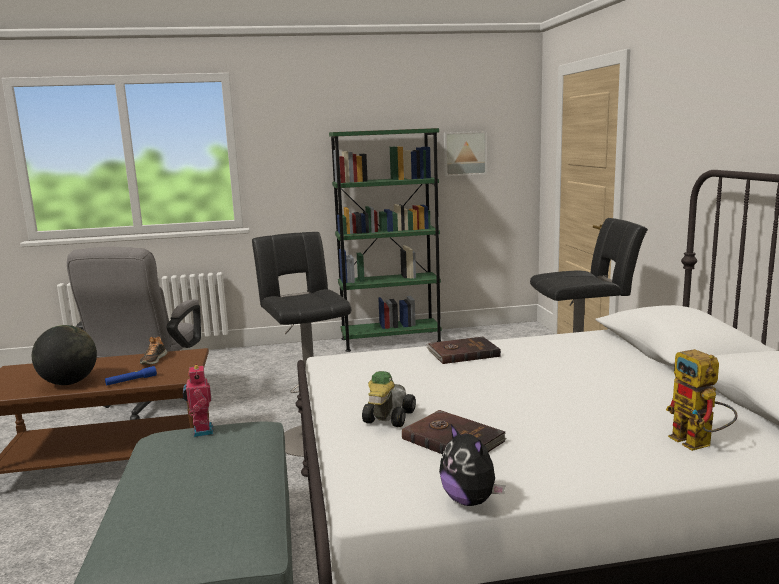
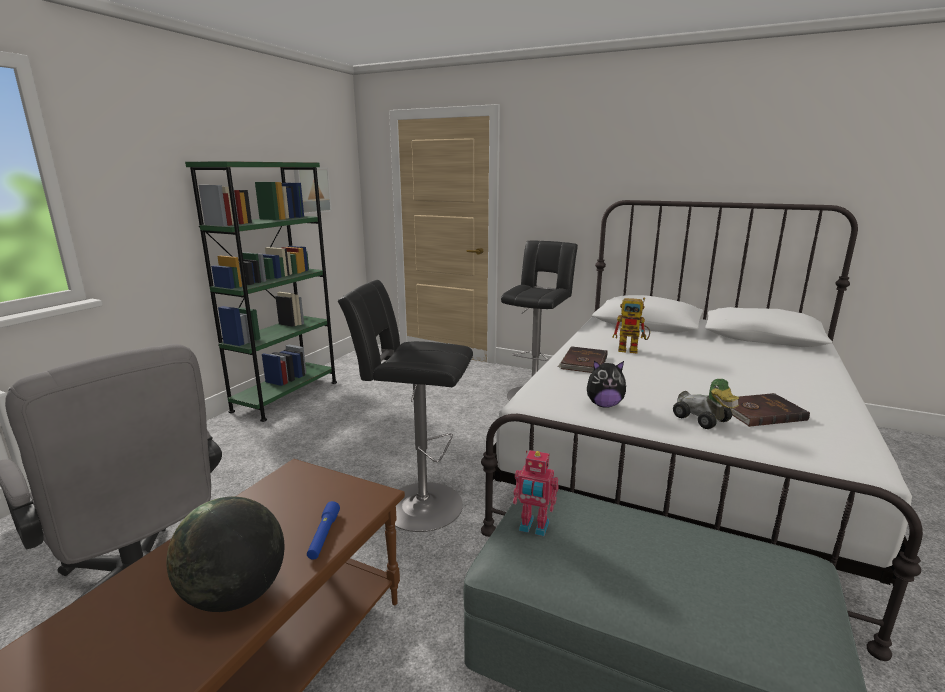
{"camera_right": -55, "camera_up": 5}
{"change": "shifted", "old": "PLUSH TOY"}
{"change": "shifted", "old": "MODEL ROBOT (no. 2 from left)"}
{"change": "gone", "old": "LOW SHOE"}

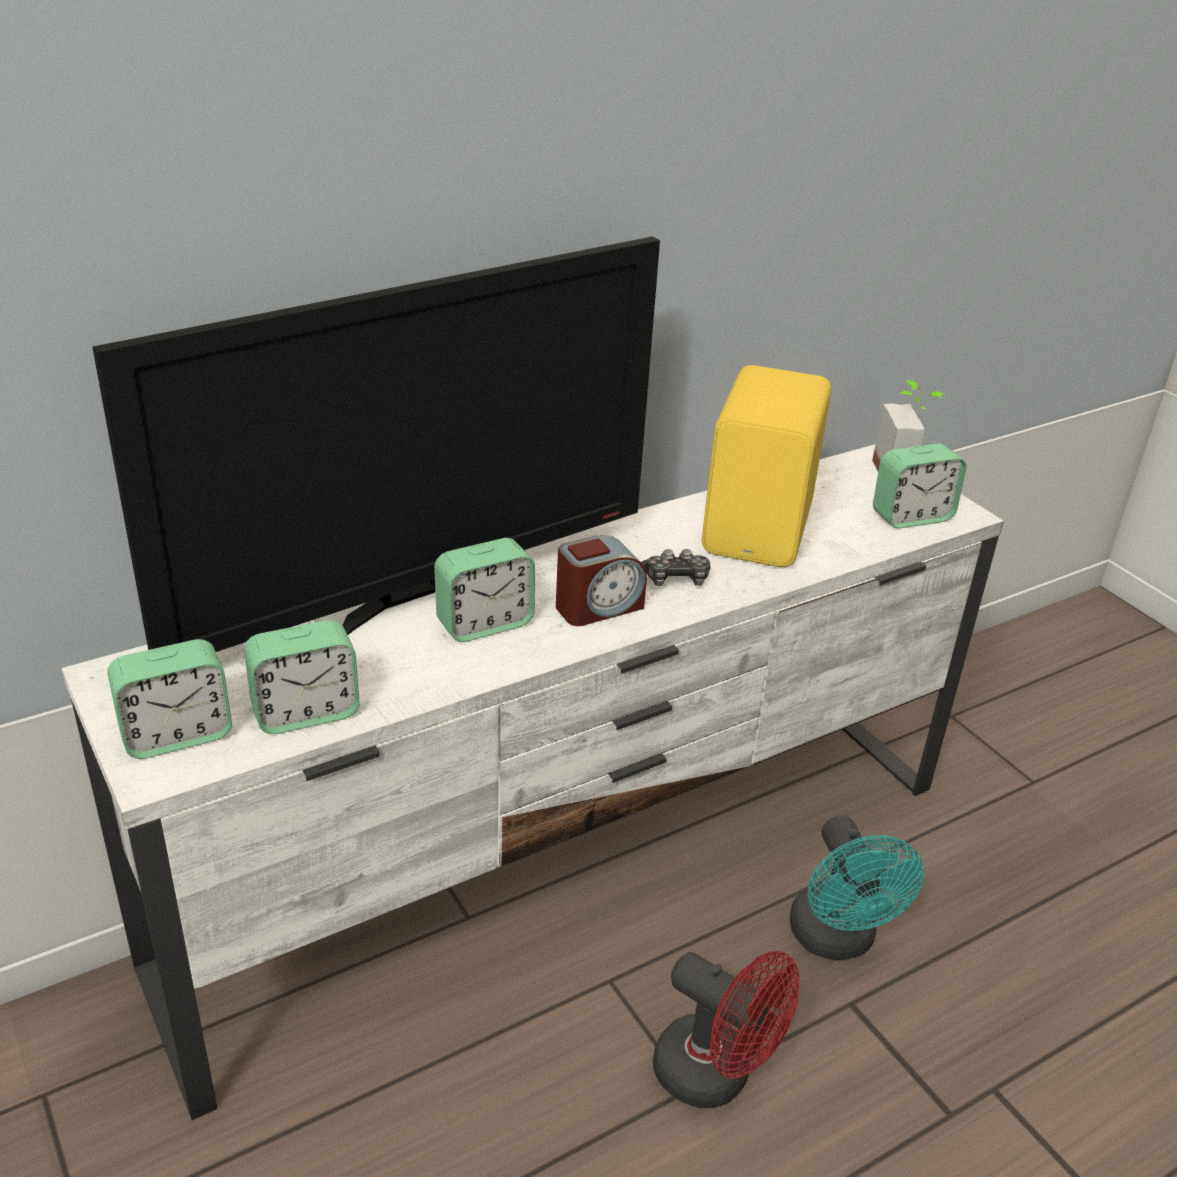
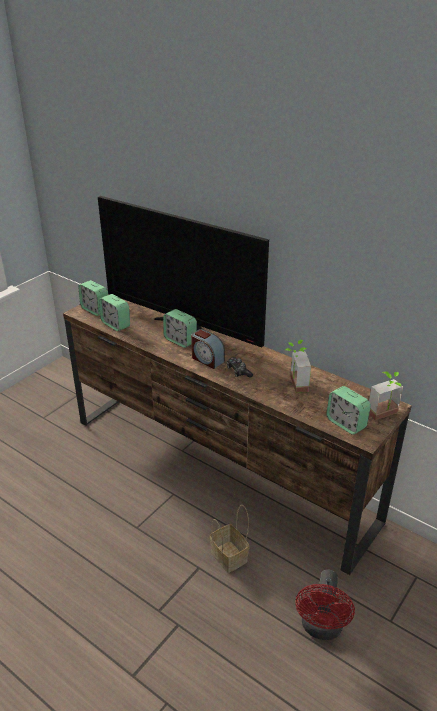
{"camera_right": 70, "camera_up": 0}
{"change": "repainted", "old": "WHITISH TV UNIT", "new": "BROWN TV UNIT"}
{"change": "swapped", "old": "BLUE-GREEN COOLING FAN", "new": "HOUSEHOLD BASKET"}
{"change": "swapped", "old": "YELLOW-COLOURED AUDIO SPEAKER", "new": "POTTED PLANT (no. 1 from left)"}
{"change": "shifted", "old": "RED-COLOURED COOLING FAN"}

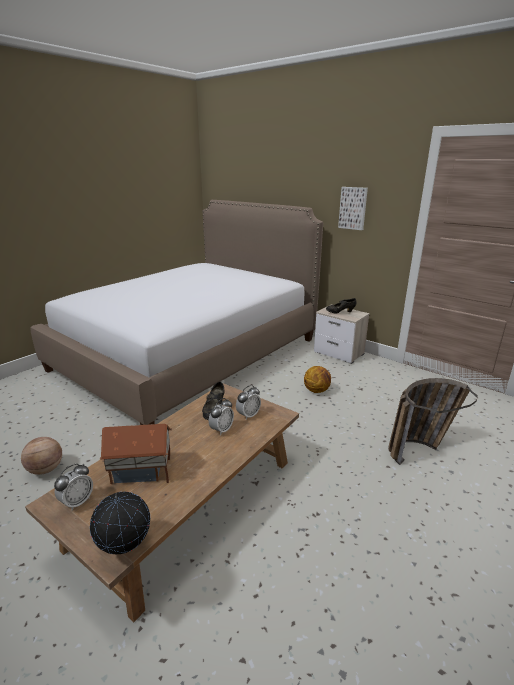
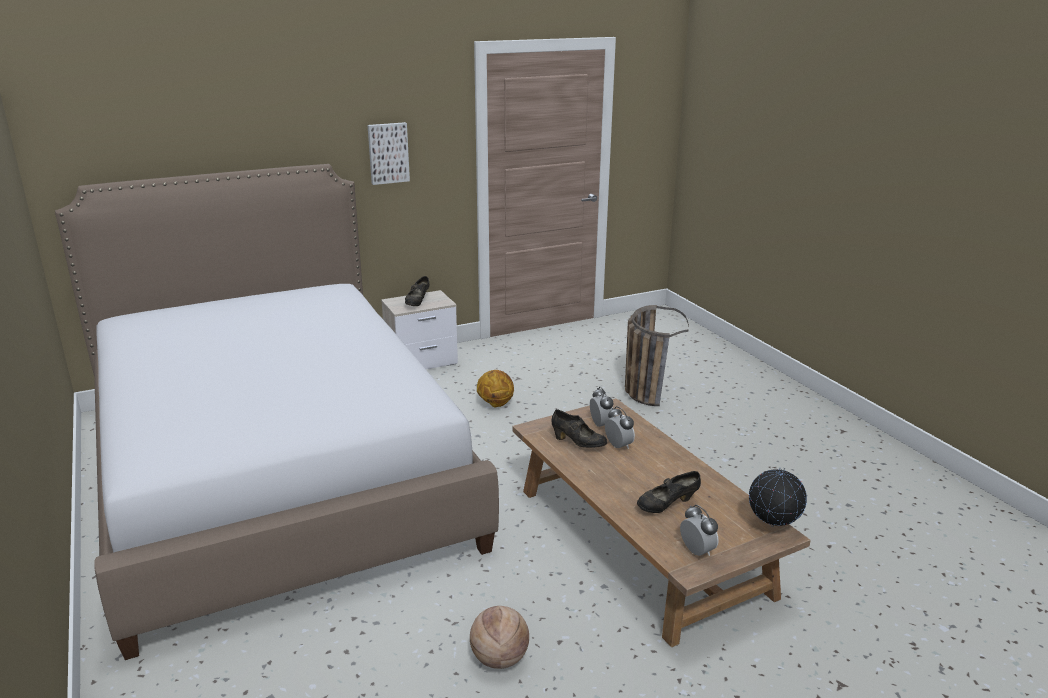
{"camera_right": -65, "camera_up": 0}
{"change": "swapped", "old": "TOY HOUSE", "new": "BLACKISH LOW SHOE (no. 3 from left)"}

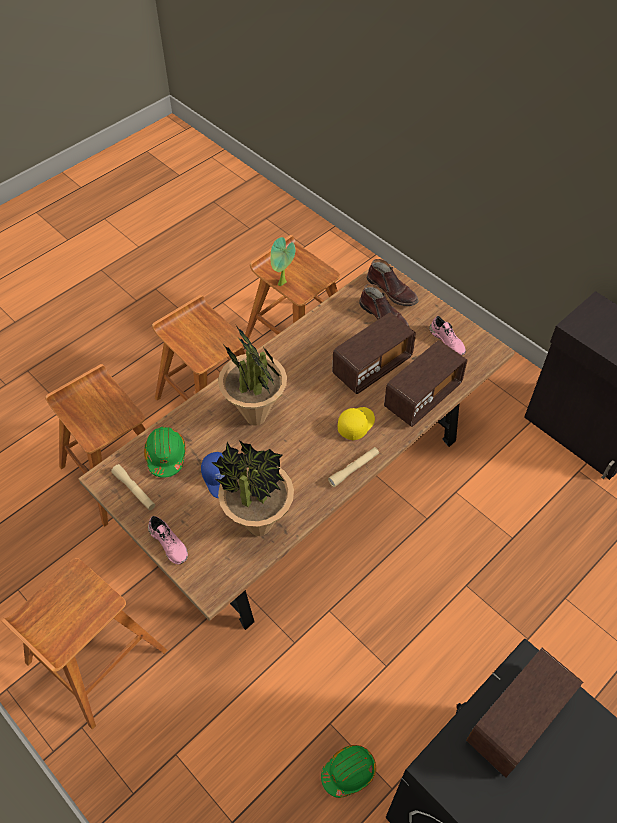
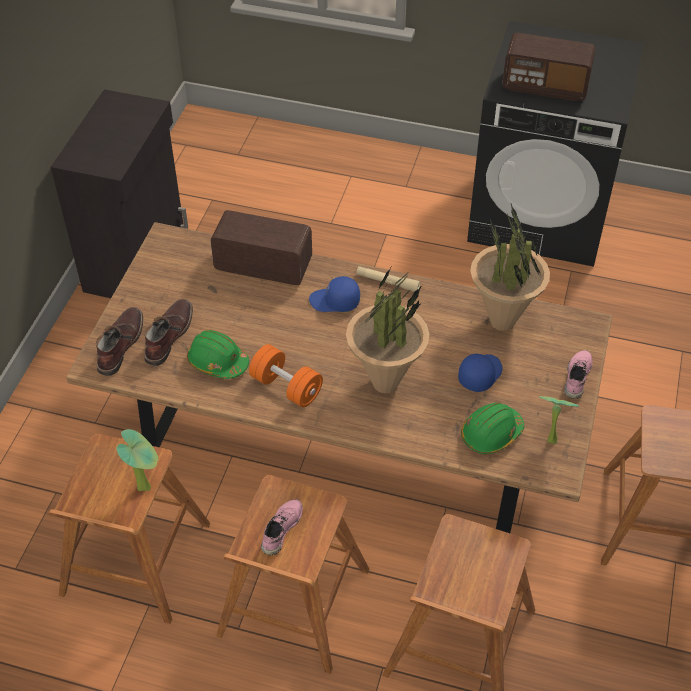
{"camera_right": -120, "camera_up": -5}
{"change": "shifted", "old": "GREENISH HARD HAT (no. 2 from left in the first image)", "new": "GREENISH HARD HAT (no. 1 from left)"}
{"change": "new", "new": "ORANGE FREE WEIGHT"}
{"change": "shifted", "old": "PINKISH LOW SHOE (no. 2 from left in the first image)", "new": "PINKISH LOW SHOE (no. 1 from left)"}
{"change": "repainted", "old": "YELLOW-COLOURED CAP", "new": "BLUISH CAP (no. 1 from left)"}
{"change": "swapped", "old": "BEIGE-COLOURED TORCH (no. 1 from left)", "new": "POTTED PLANT (no. 4 from left)"}
{"change": "gone", "old": "RADIO RECEIVER (no. 1 from left)"}

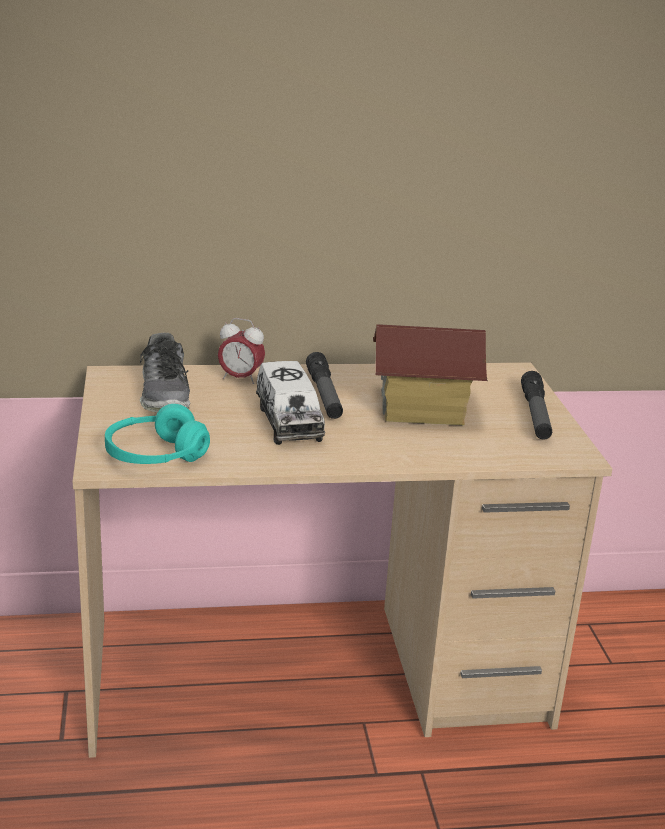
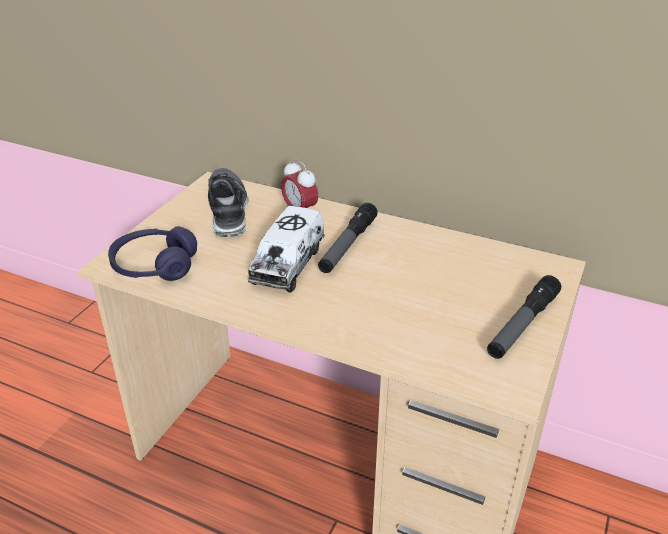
{"camera_right": 35, "camera_up": 10}
{"change": "repainted", "old": "BLUE-GREEN HEADSET", "new": "PURPLISH HEADSET"}
{"change": "rotated", "old": "LOW SHOE", "degrees": 150}
{"change": "gone", "old": "TOY HOUSE"}

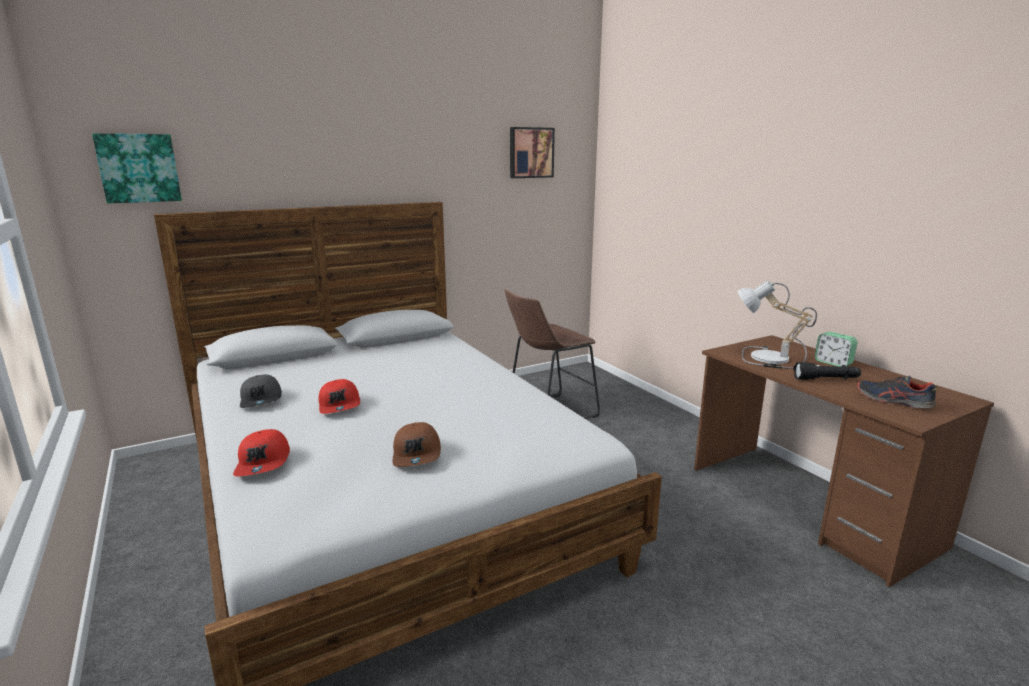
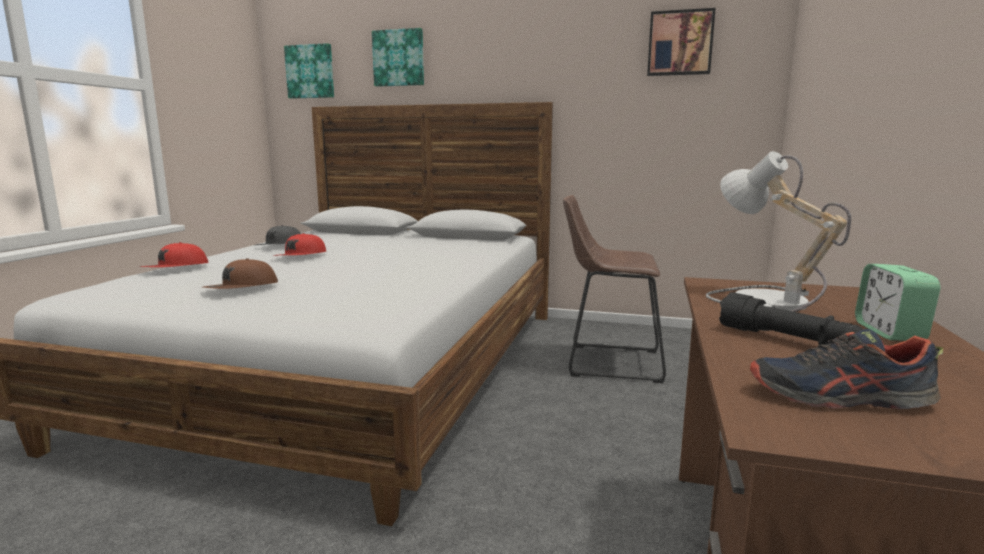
{"camera_right": 45, "camera_up": -5}
{"change": "new", "new": "WALL ART (no. 2 from left)"}
{"change": "rotated", "old": "LOW SHOE", "degrees": -75}

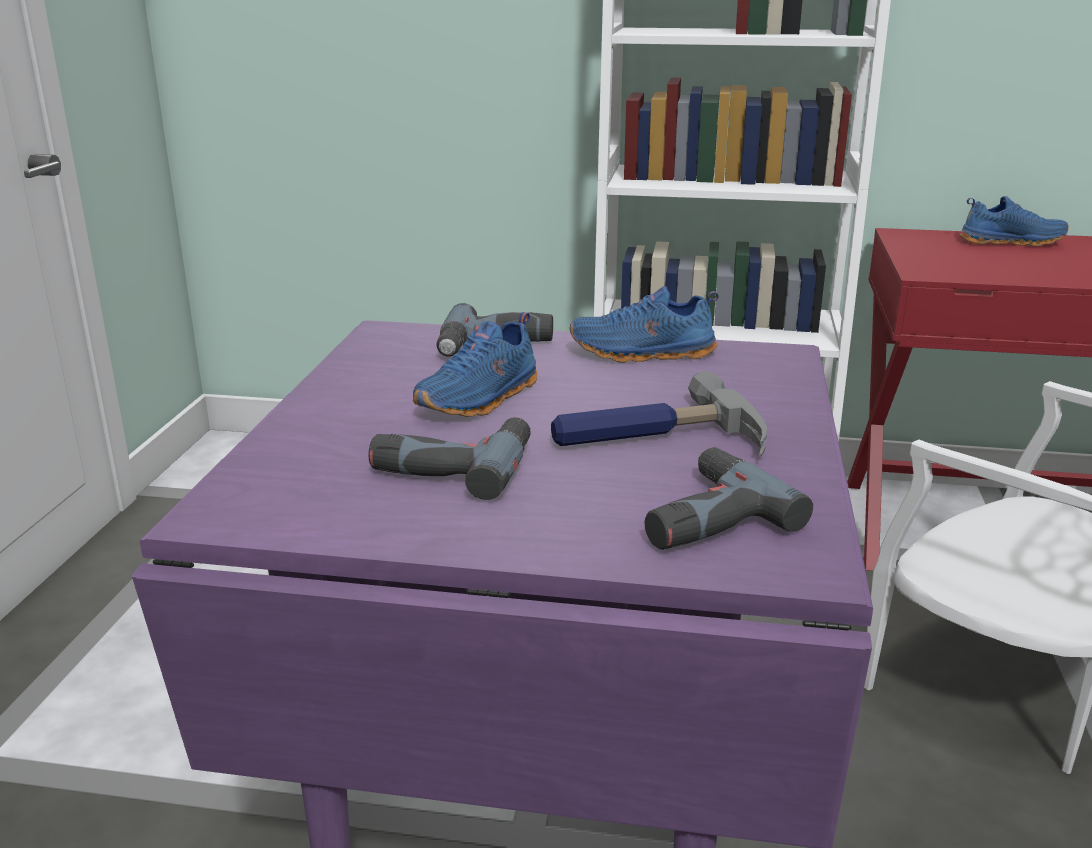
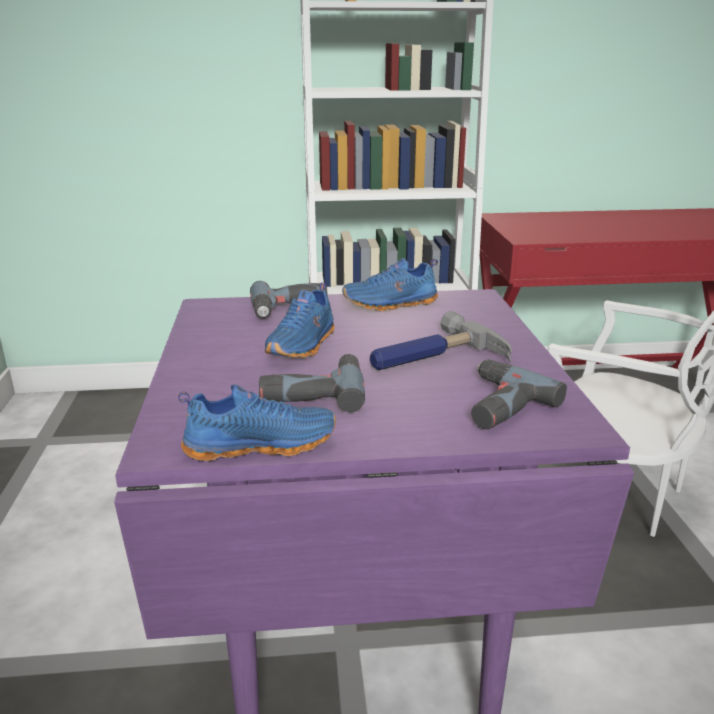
{"camera_right": -15, "camera_up": 0}
{"change": "shifted", "old": "BLUISH LOW SHOE (no. 3 from left in the first image)", "new": "BLUISH LOW SHOE (no. 1 from left)"}

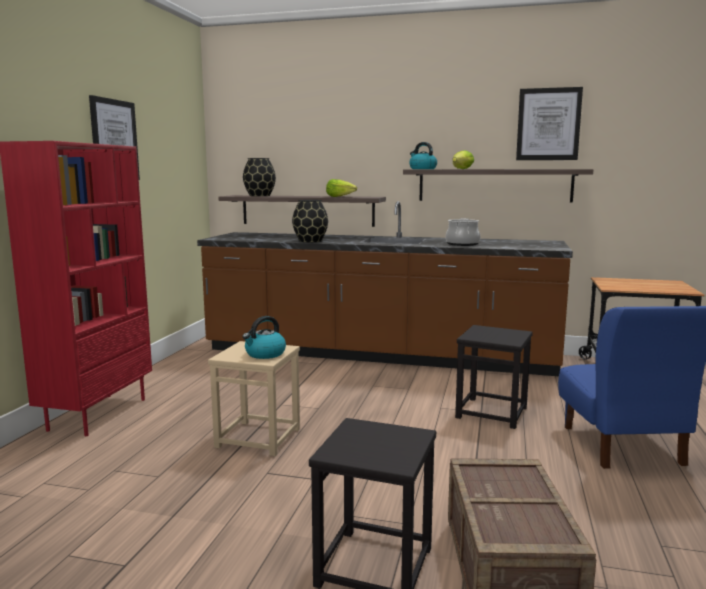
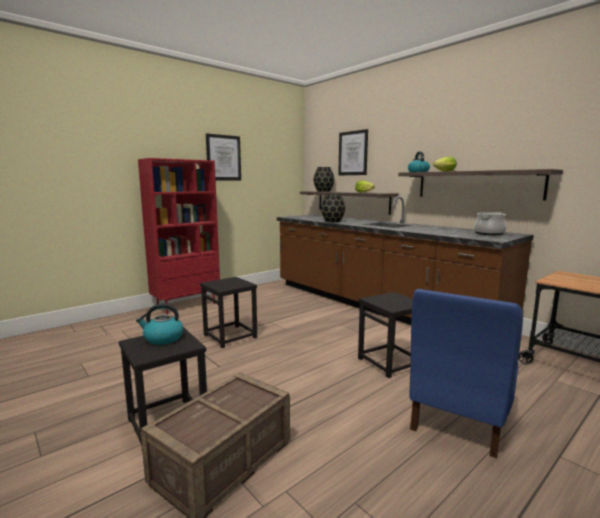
{"camera_right": 35, "camera_up": 0}
{"change": "shifted", "old": "KETTLE (no. 1 from left)"}
{"change": "repainted", "old": "BEIGE-COLOURED STOOL", "new": "BLACKISH STOOL (no. 2 from left)"}
{"change": "shifted", "old": "WALL ART (no. 2 from left)"}
{"change": "shifted", "old": "SAUCEPOT"}

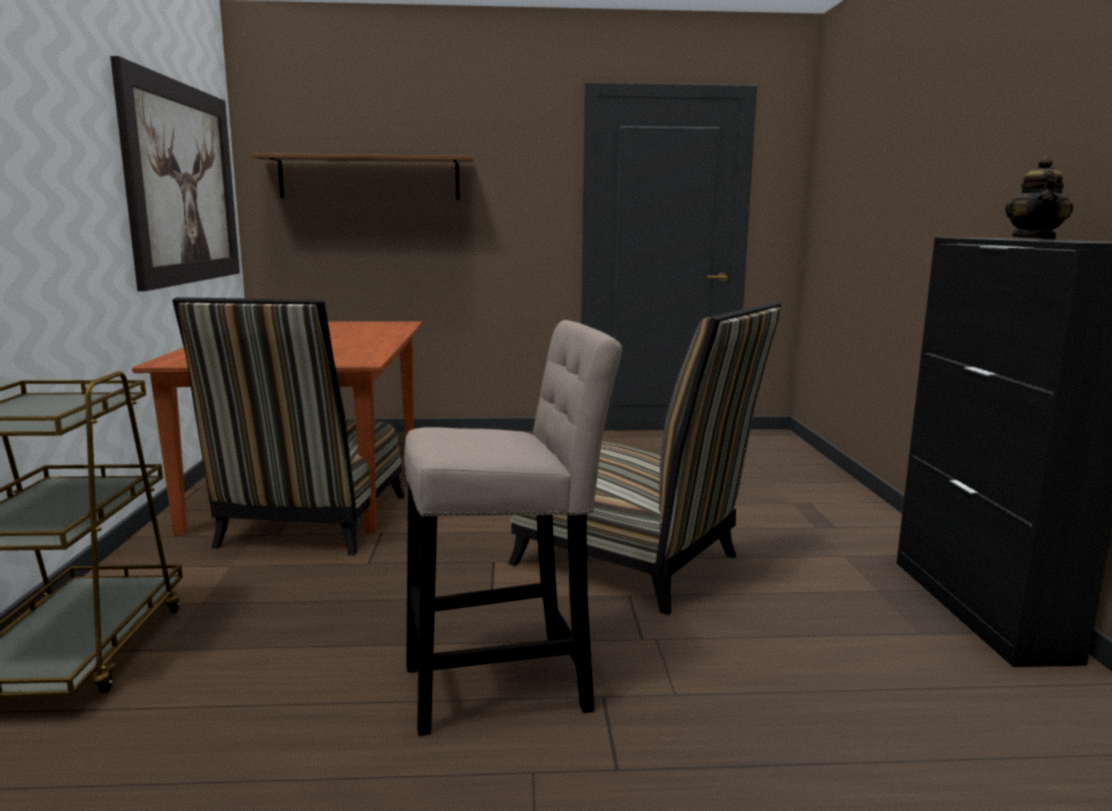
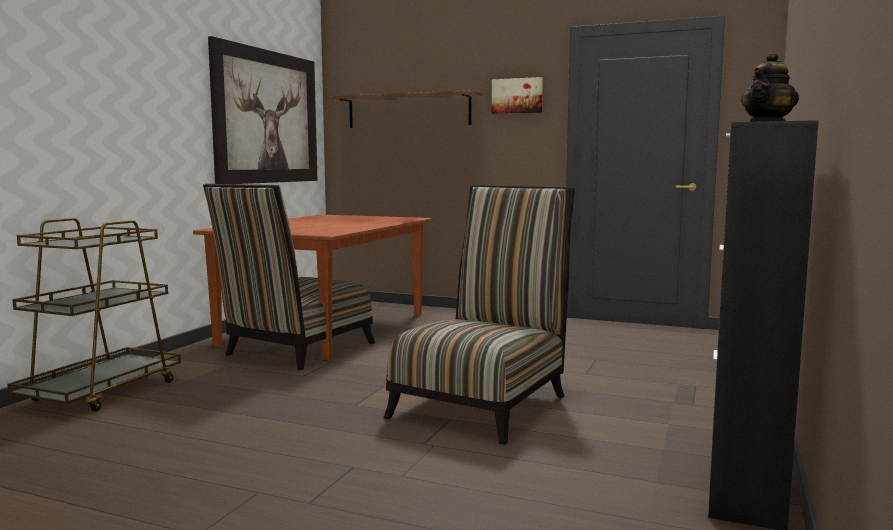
{"camera_right": 25, "camera_up": -5}
{"change": "rotated", "old": "UPRIGHT CHAIR (no. 2 from left)", "degrees": -120}
{"change": "new", "new": "WALL ART (no. 2 from left)"}
{"change": "gone", "old": "BEIGE-COLOURED STOOL"}

